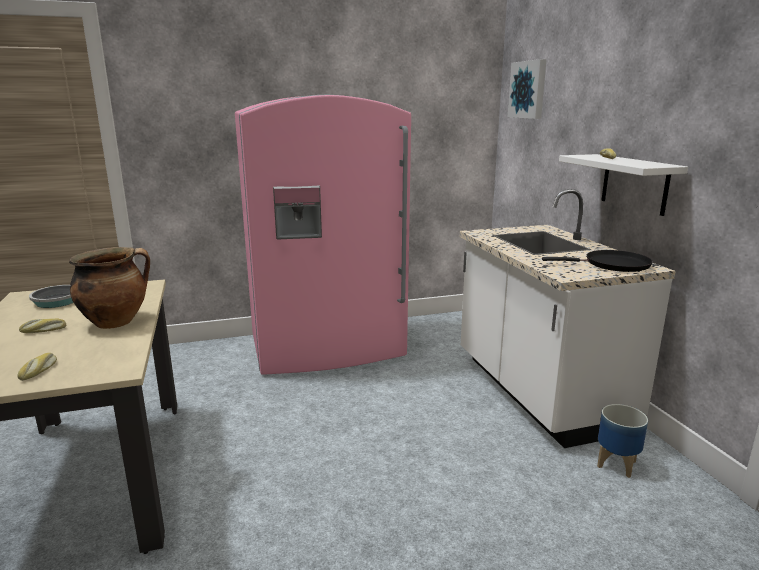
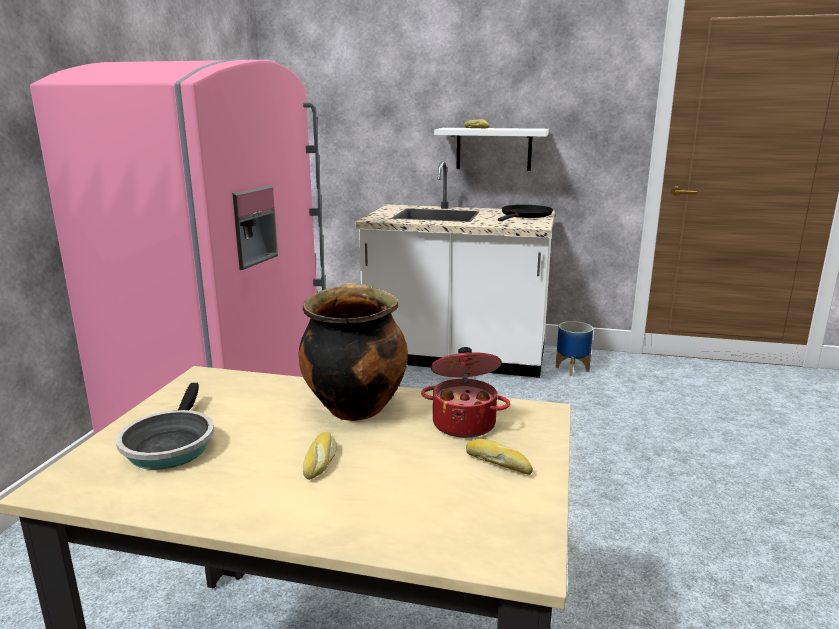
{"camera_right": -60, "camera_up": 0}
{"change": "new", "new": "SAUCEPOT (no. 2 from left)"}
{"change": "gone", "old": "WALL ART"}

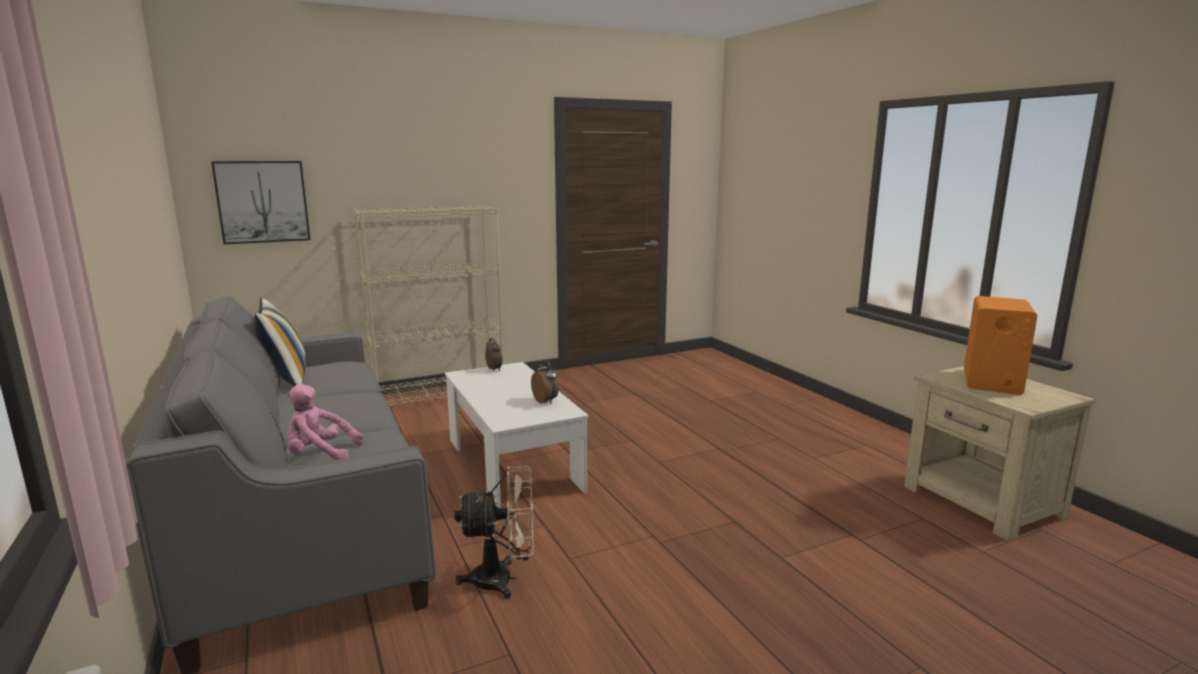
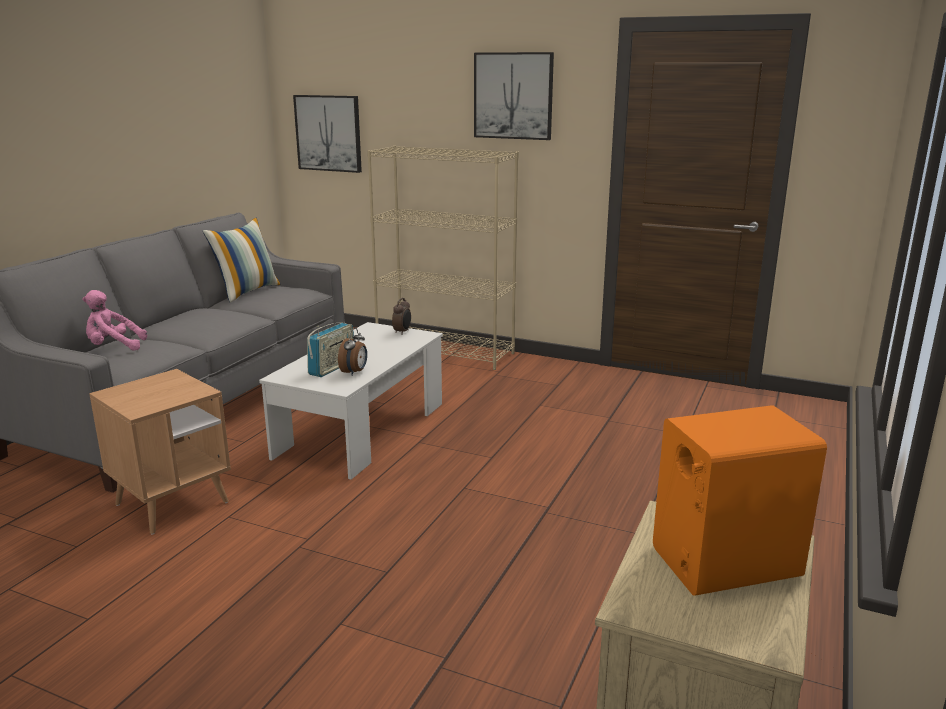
{"camera_right": 50, "camera_up": 5}
{"change": "rotated", "old": "PINKISH PLUSH TOY", "degrees": -60}
{"change": "swapped", "old": "BEIGE-COLOURED COOLING FAN", "new": "BROWN END TABLE"}
{"change": "new", "new": "RADIO RECEIVER"}
{"change": "new", "new": "WALL ART (no. 2 from left)"}

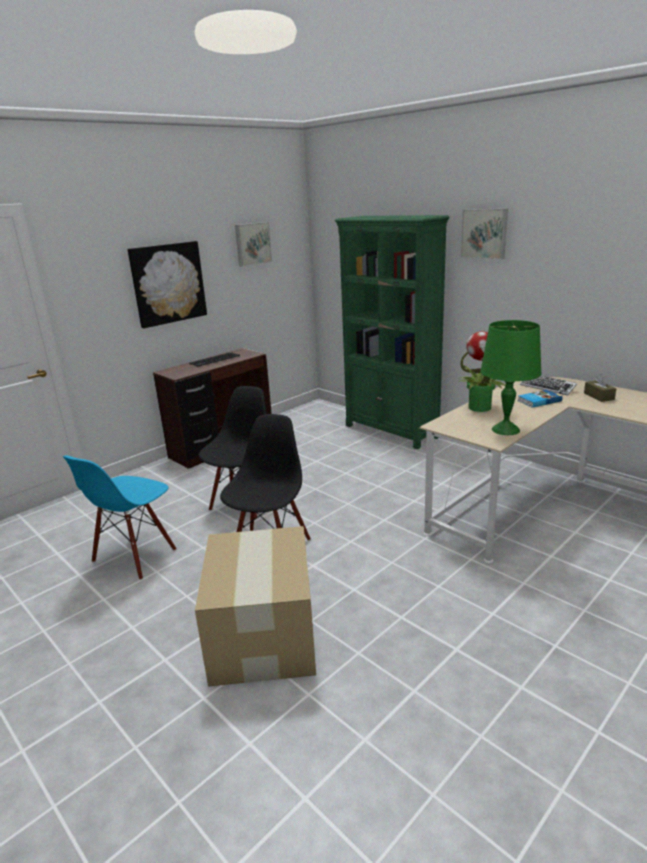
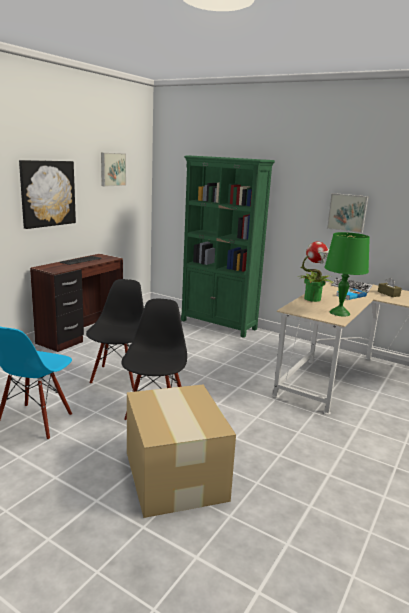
{"camera_right": -15, "camera_up": -5}
{"change": "shifted", "old": "WALL ART (no. 3 from left)"}

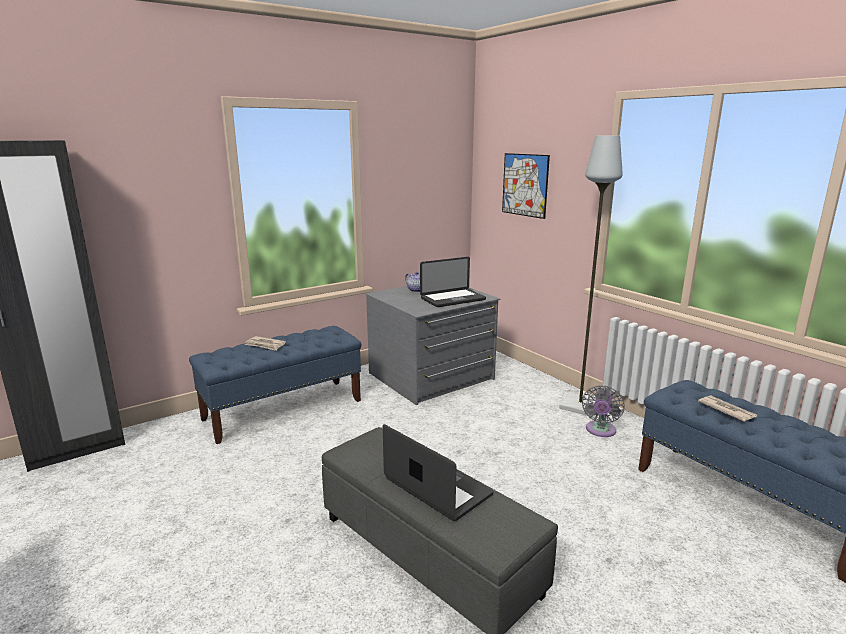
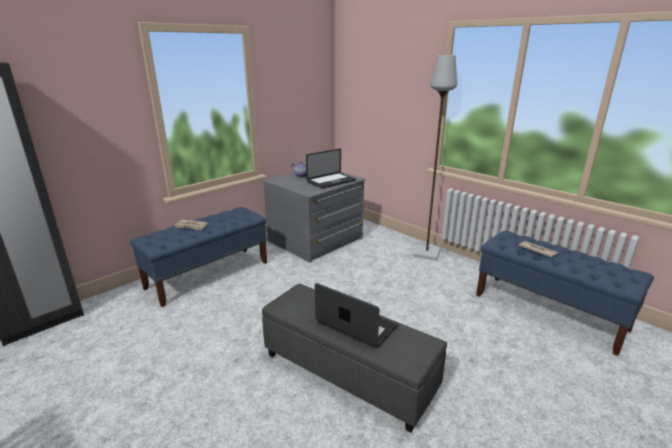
{"camera_right": -10, "camera_up": 5}
{"change": "gone", "old": "WALL ART"}
{"change": "gone", "old": "GREY COOLING FAN"}

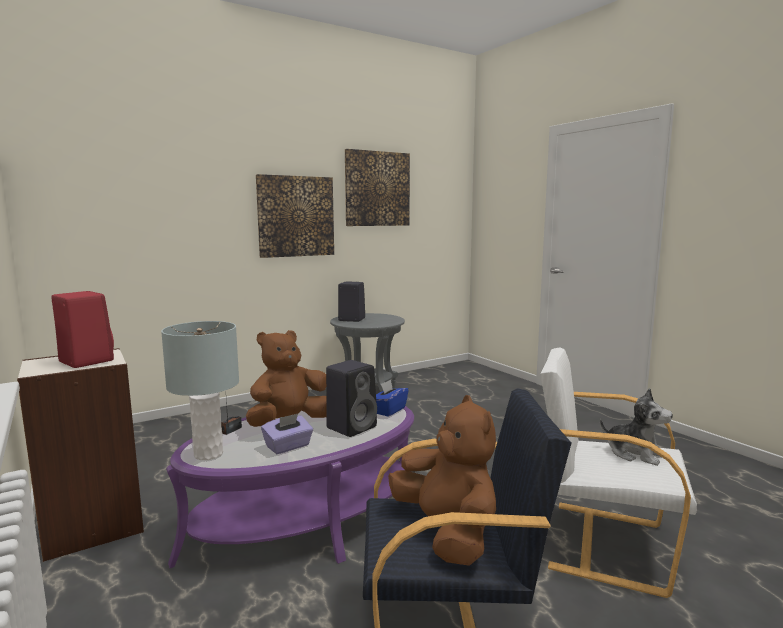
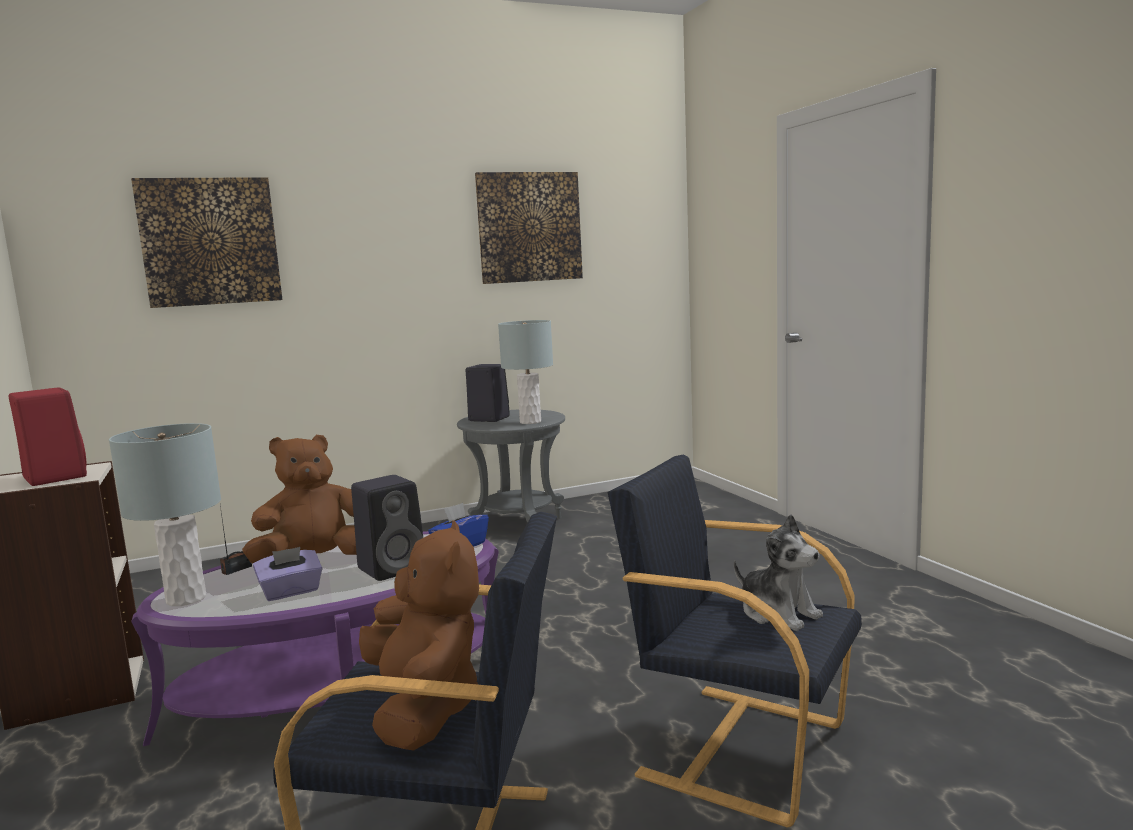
{"camera_right": 10, "camera_up": 0}
{"change": "shifted", "old": "WALL ART (no. 1 from left)"}
{"change": "new", "new": "GREY TABLETOP LAMP (no. 2 from left)"}
{"change": "repainted", "old": "WHITISH ARMCHAIR", "new": "BLACKISH ARMCHAIR (no. 2 from left)"}

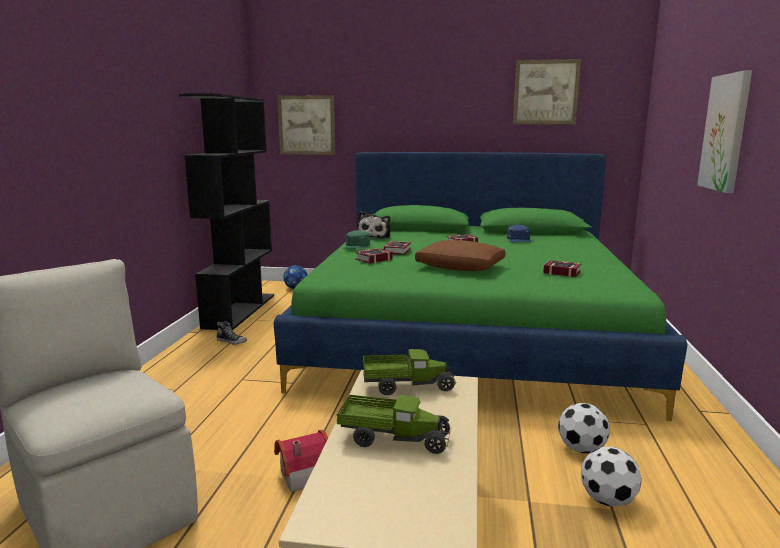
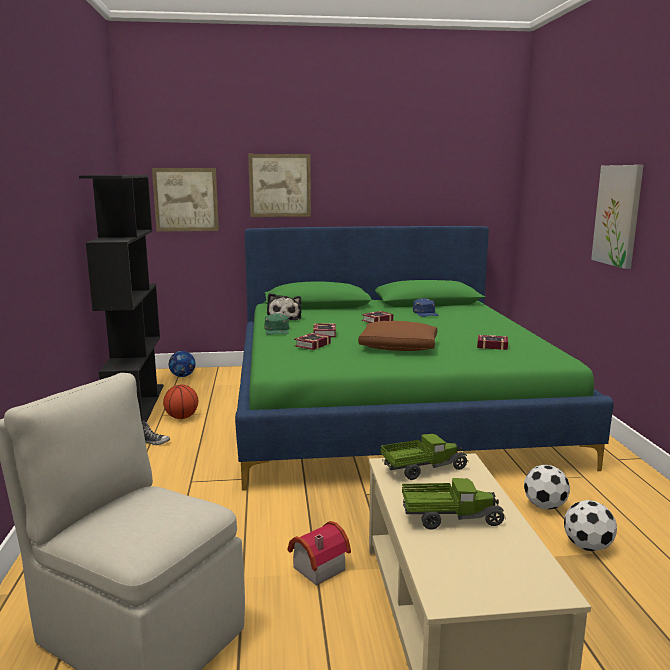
{"camera_right": -15, "camera_up": 0}
{"change": "new", "new": "BALL FOR BASKETBALL"}
{"change": "shifted", "old": "WALL ART (no. 2 from left)"}

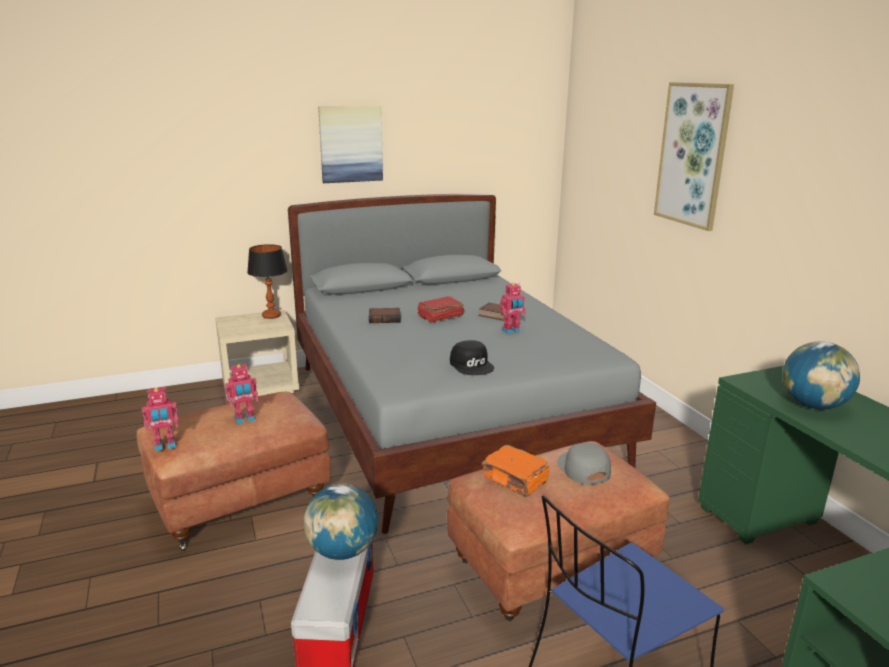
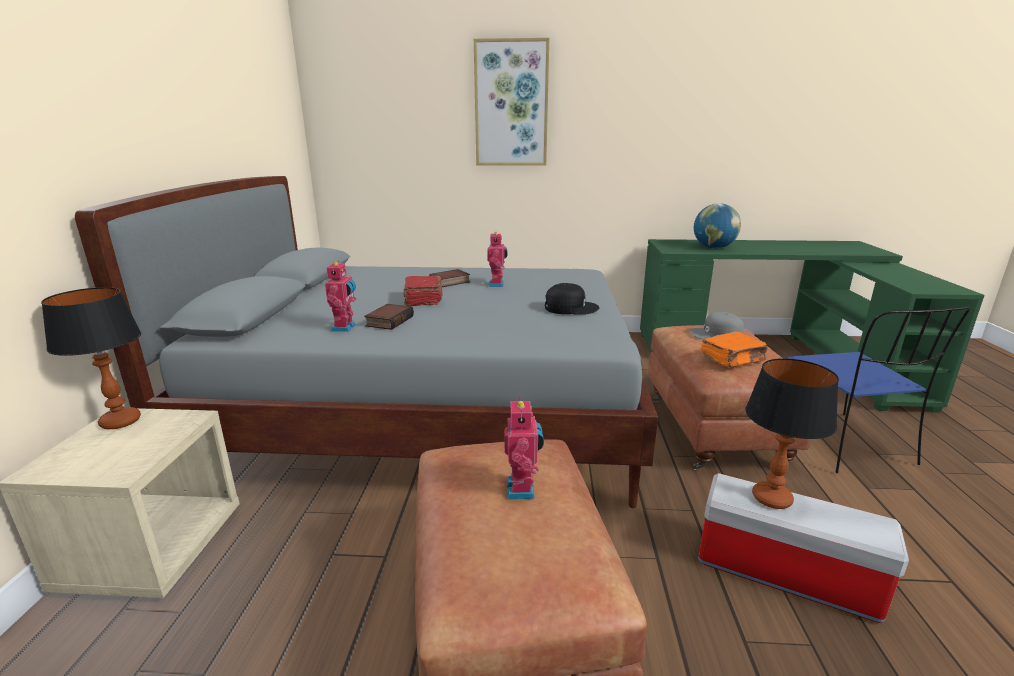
{"camera_right": -65, "camera_up": 0}
{"change": "shifted", "old": "MODEL ROBOT (no. 1 from left)"}
{"change": "swapped", "old": "GLOBE (no. 1 from left)", "new": "TABLETOP LAMP (no. 2 from left)"}
{"change": "gone", "old": "WALL ART (no. 1 from left)"}

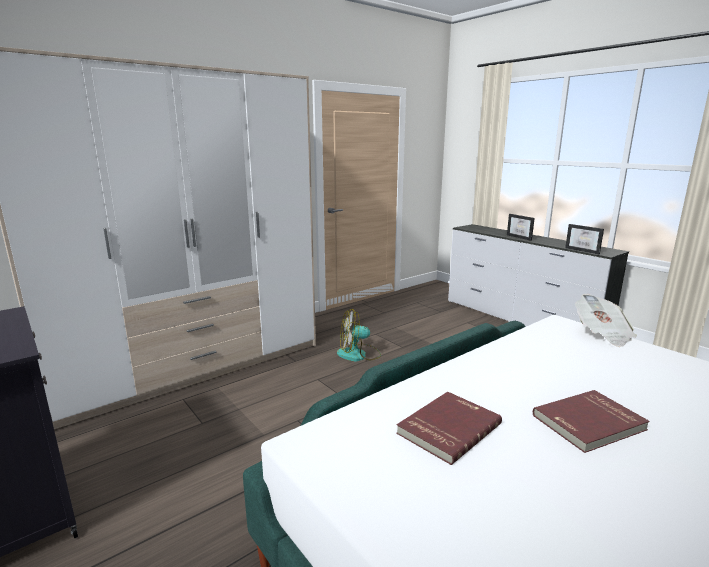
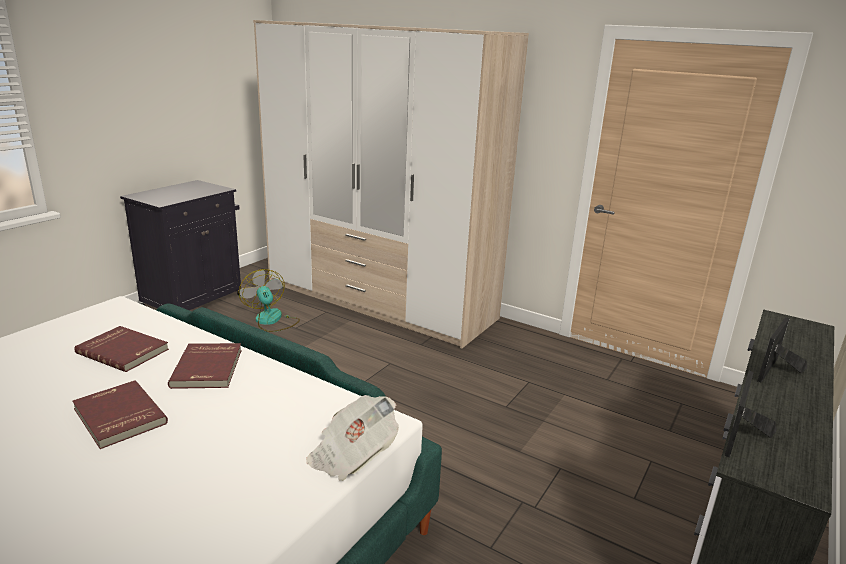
{"camera_right": 70, "camera_up": 5}
{"change": "new", "new": "RED-COLOURED BOOK (no. 3 from left)"}
{"change": "shifted", "old": "COOLING FAN"}

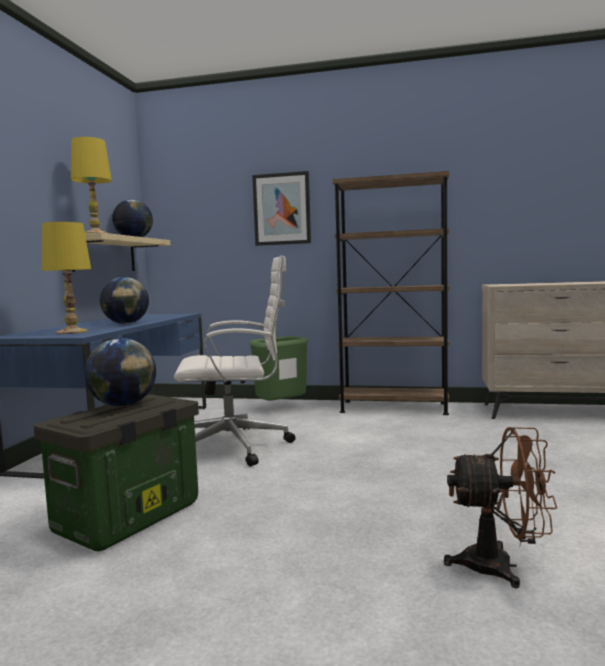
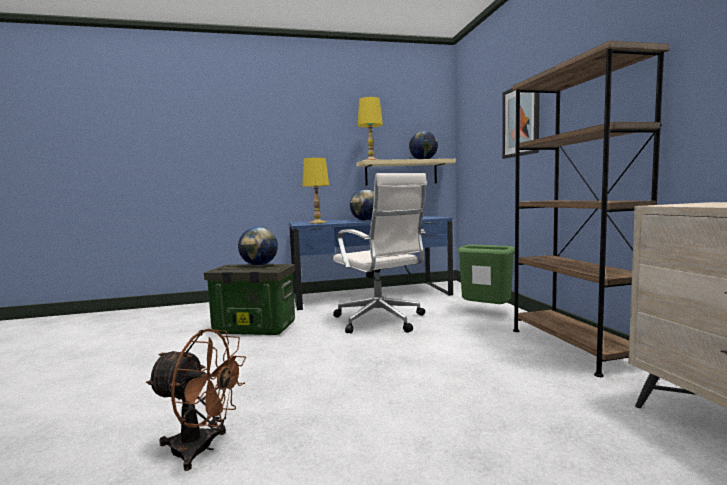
{"camera_right": 65, "camera_up": 0}
{"change": "rotated", "old": "BROWN COOLING FAN", "degrees": -60}

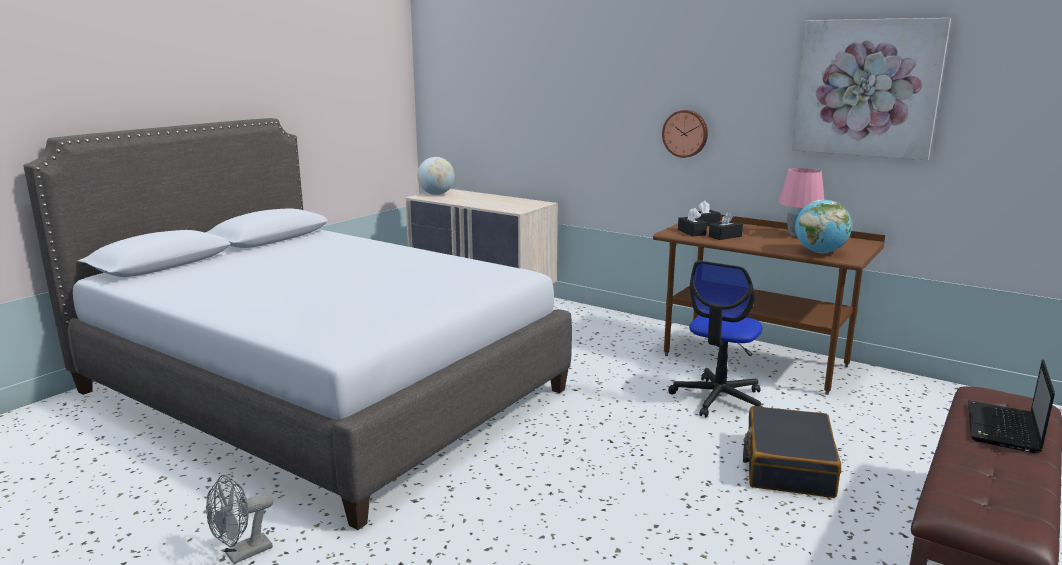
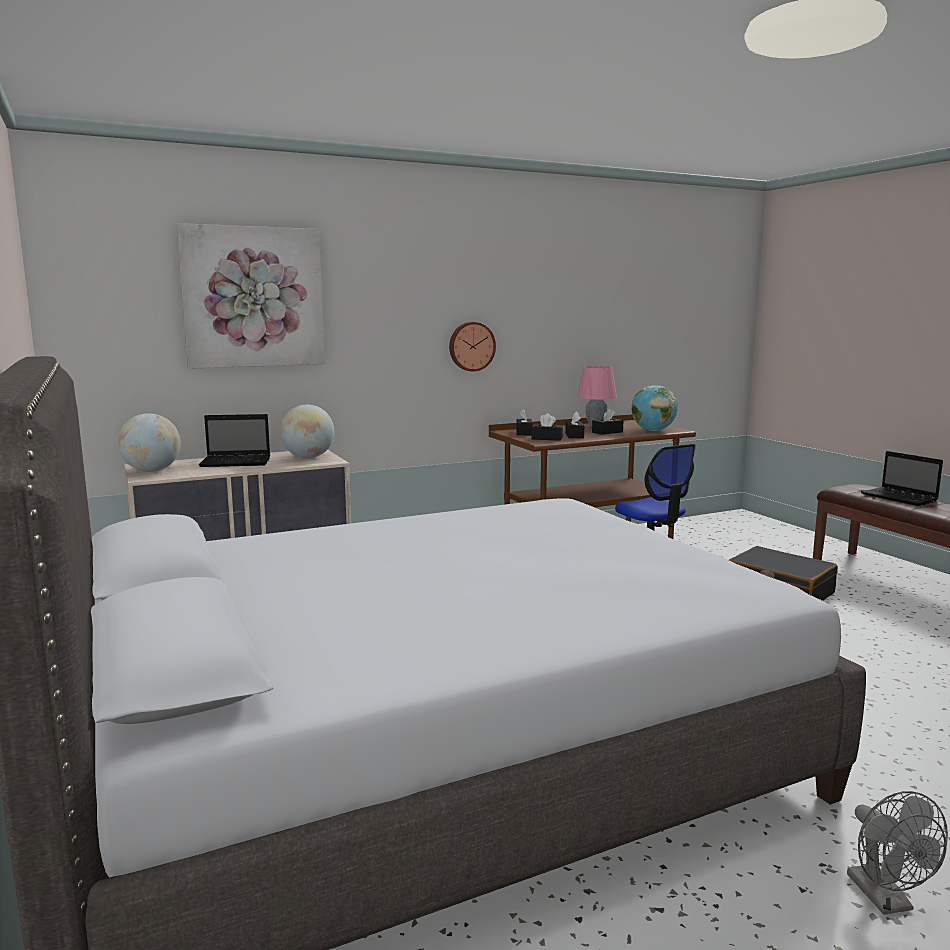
{"camera_right": -60, "camera_up": -5}
{"change": "shifted", "old": "WALL ART"}
{"change": "new", "new": "LAPTOP (no. 1 from left)"}
{"change": "new", "new": "GLOBE (no. 2 from left)"}
{"change": "new", "new": "BLACKISH TISSUE HOLDER (no. 4 from left)"}

